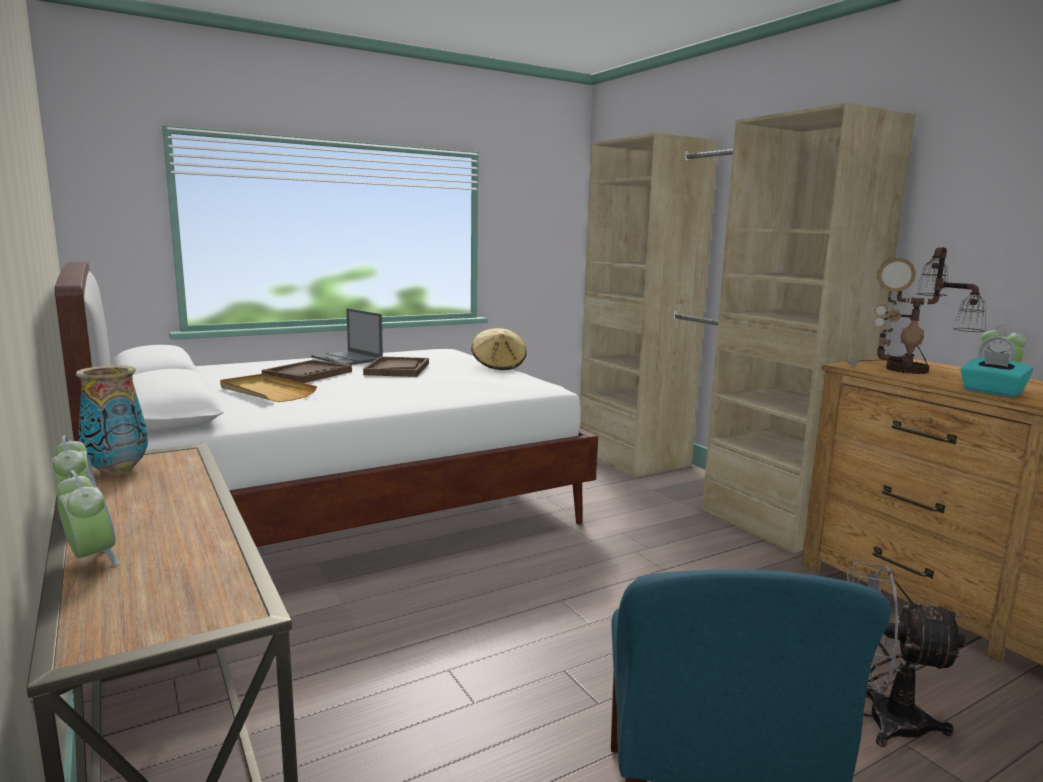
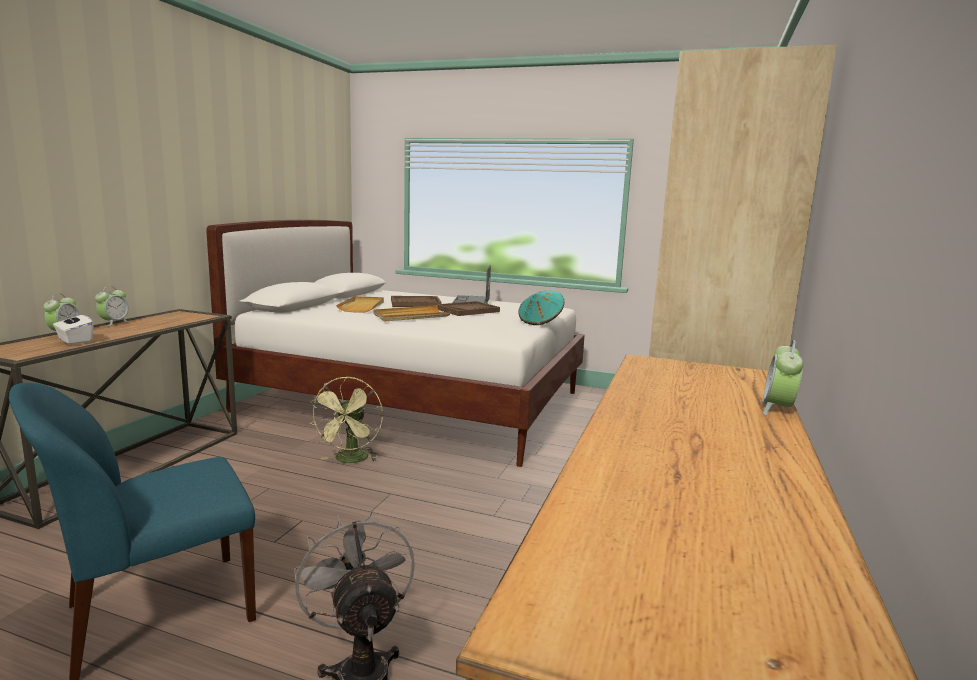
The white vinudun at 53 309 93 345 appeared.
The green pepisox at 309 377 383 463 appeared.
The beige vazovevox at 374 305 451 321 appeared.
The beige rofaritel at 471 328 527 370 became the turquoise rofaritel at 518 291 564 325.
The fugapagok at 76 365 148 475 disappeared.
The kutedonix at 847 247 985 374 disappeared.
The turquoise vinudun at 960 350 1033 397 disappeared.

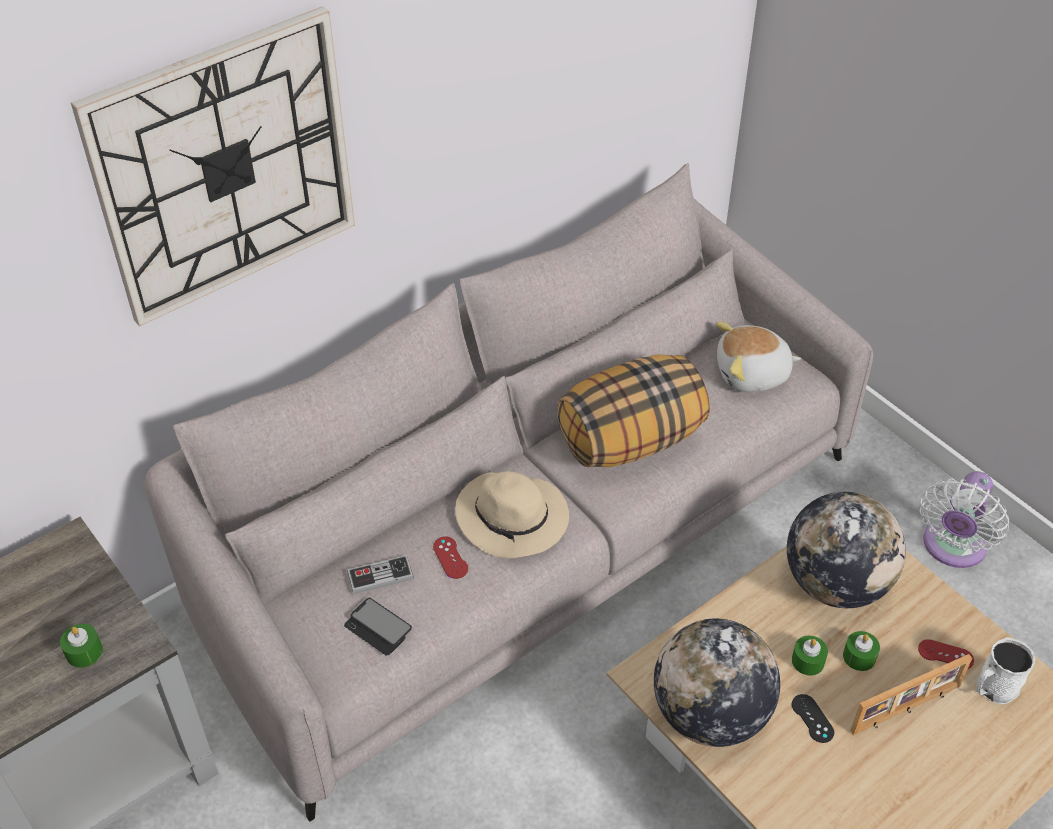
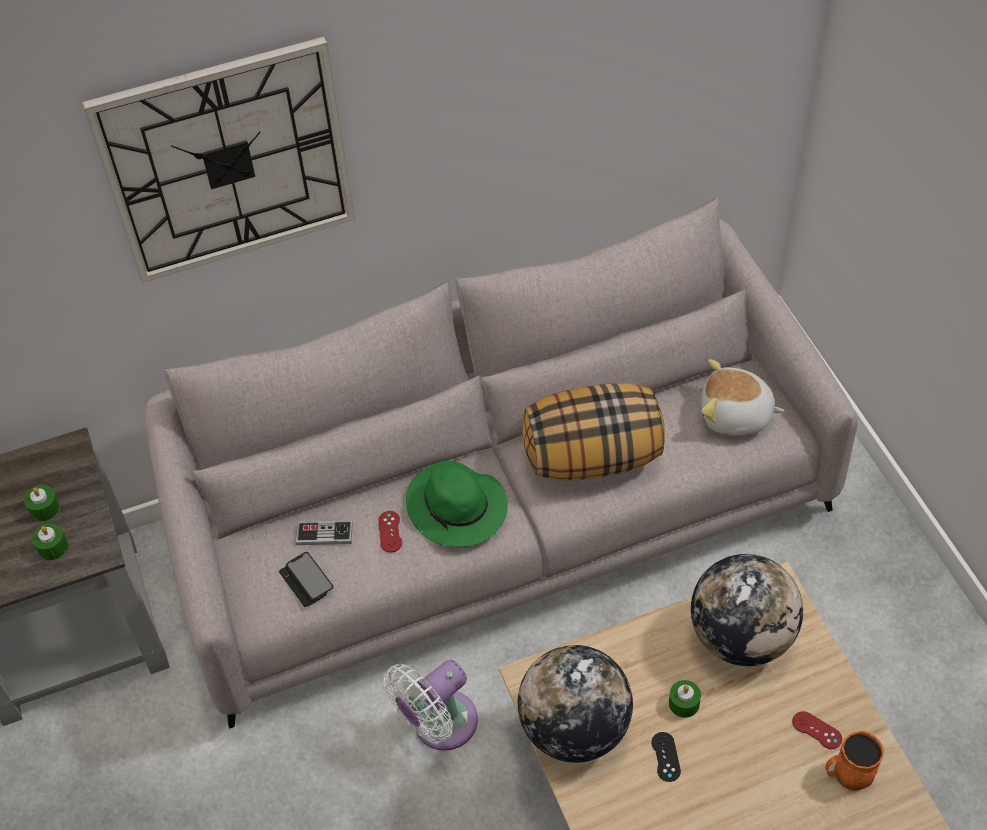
The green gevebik moved from 843 631 880 671 to 24 485 60 521.
The white pepisox moved from 920 471 1009 568 to 384 660 478 751.
The beige rofaritel at 455 471 569 558 became the green rofaritel at 406 461 508 547.
The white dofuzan at 976 637 1035 705 became the orange dofuzan at 825 731 884 791.
The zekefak at 850 654 972 735 disappeared.

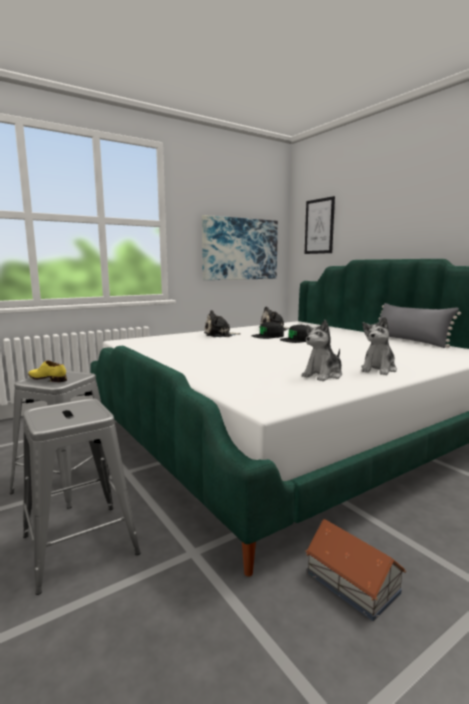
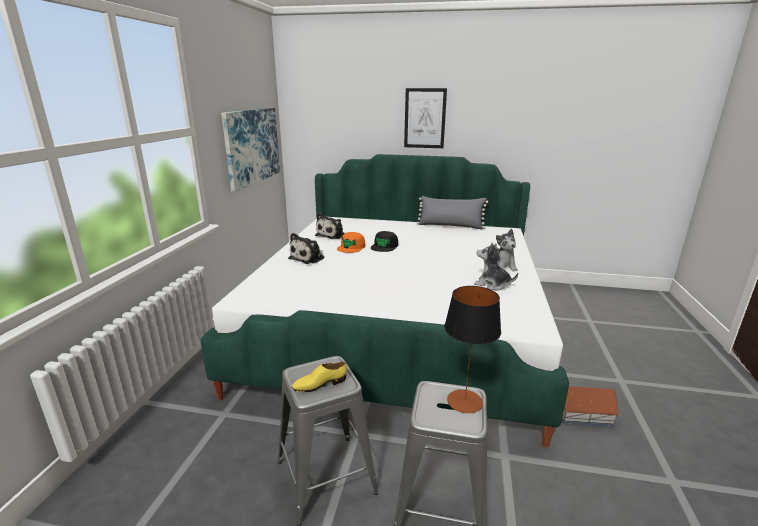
The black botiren at 252 322 284 339 became the orange botiren at 337 232 365 253.
The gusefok moved from 305 196 335 254 to 404 88 447 148.
The kutedonix at 444 286 501 413 appeared.
The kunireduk at 301 320 342 381 turned 120 degrees clockwise.

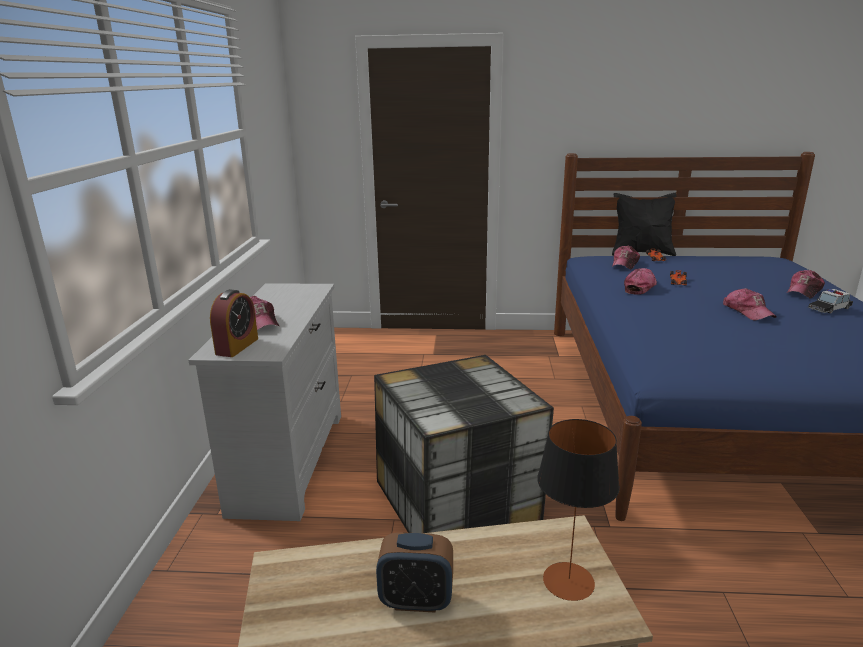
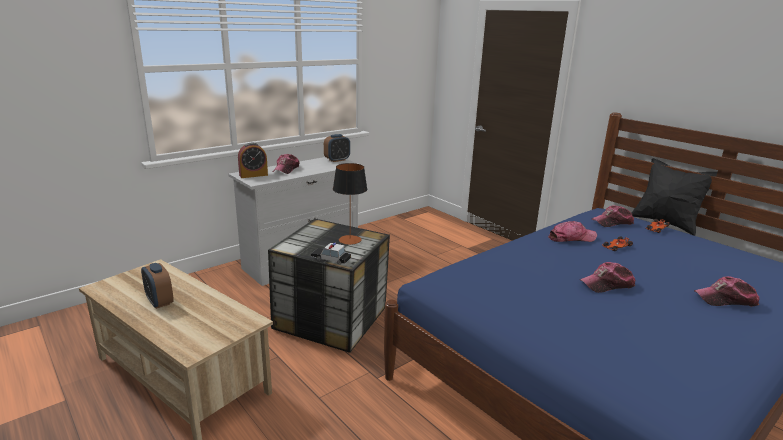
The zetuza moved from 808 289 853 314 to 310 242 351 265.
The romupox at 324 134 350 162 appeared.
The kutedonix moved from 537 419 620 601 to 333 163 367 245.
The botiren at 723 288 777 321 turned 45 degrees clockwise.

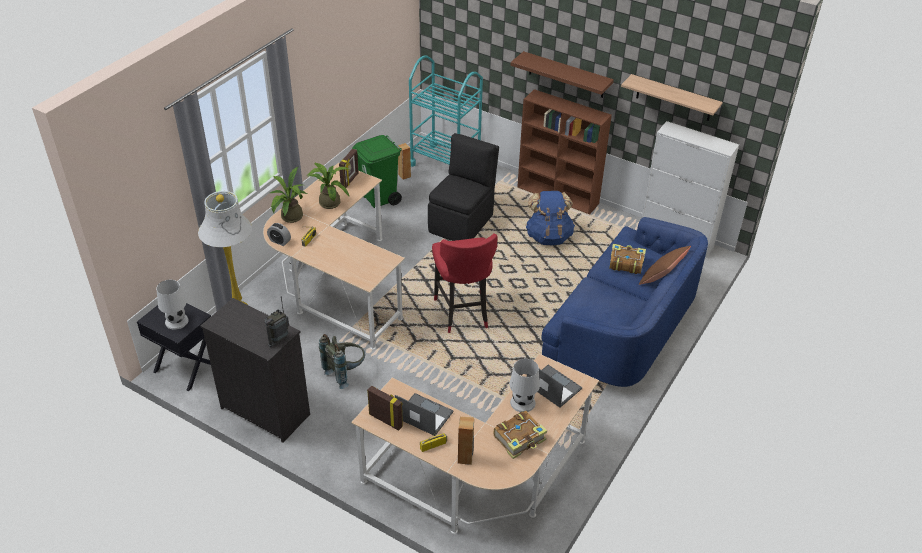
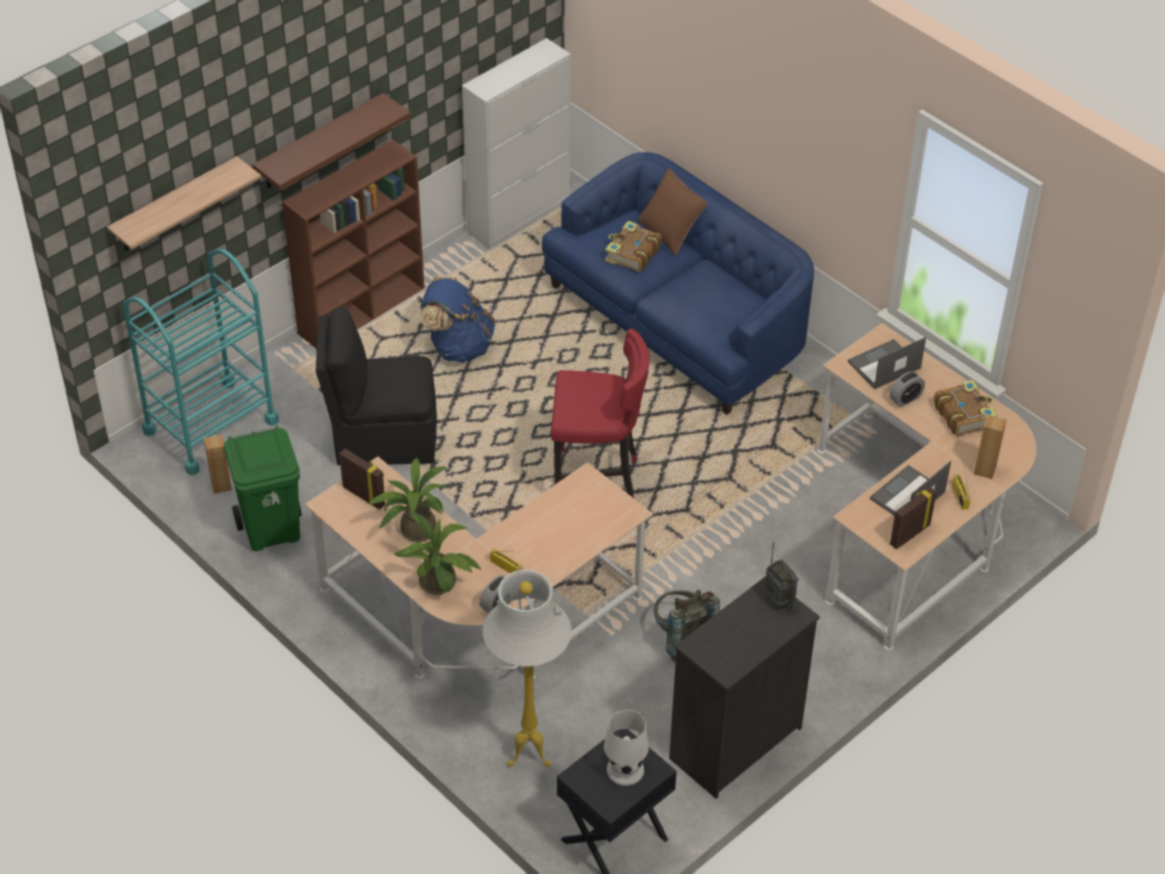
The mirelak moved from 621 74 723 121 to 107 156 261 251.
The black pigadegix at 428 133 499 241 turned 45 degrees counterclockwise.
The white kutedonix at 509 359 540 412 was replaced by the romupox at 889 372 925 407.

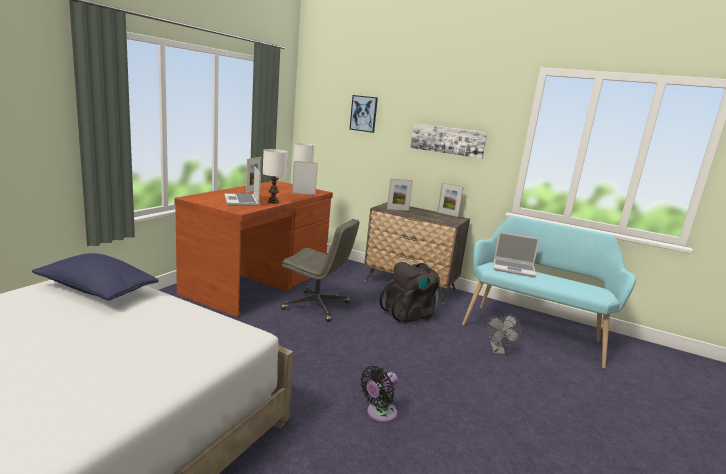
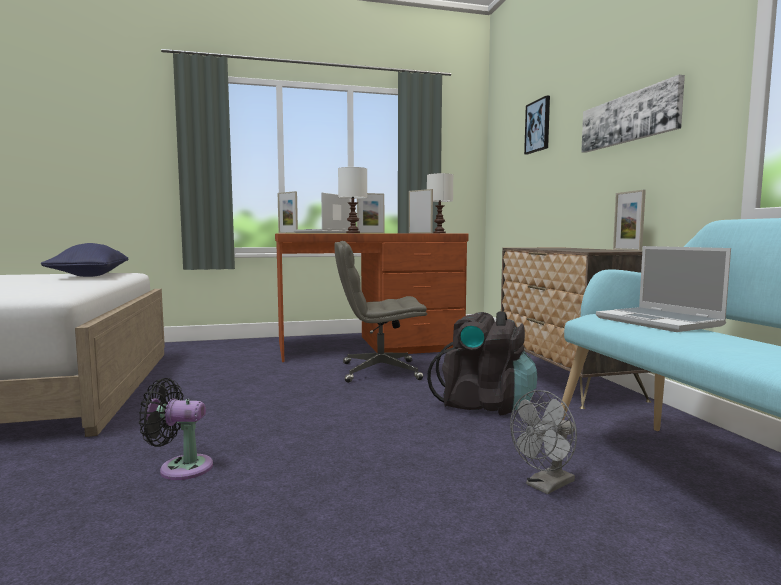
The zekefak moved from 387 178 413 211 to 278 191 298 233.
The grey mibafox at 281 219 359 322 turned 105 degrees clockwise.

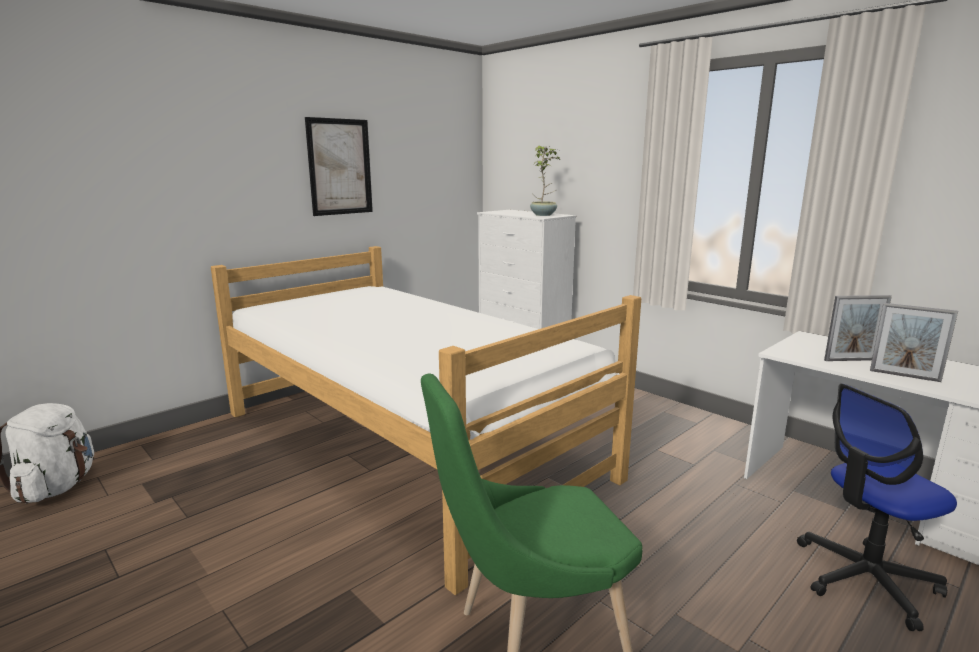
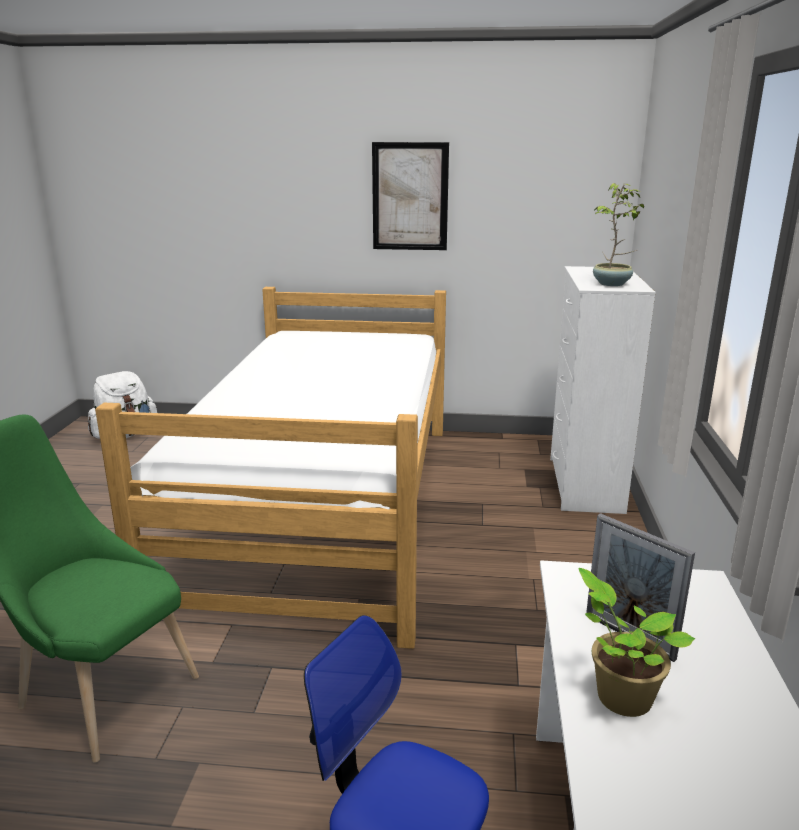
The zekefak at 870 303 958 382 was replaced by the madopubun at 579 568 695 717.

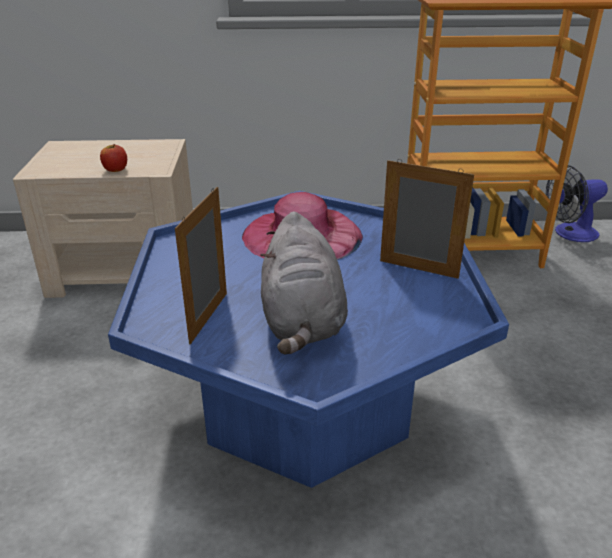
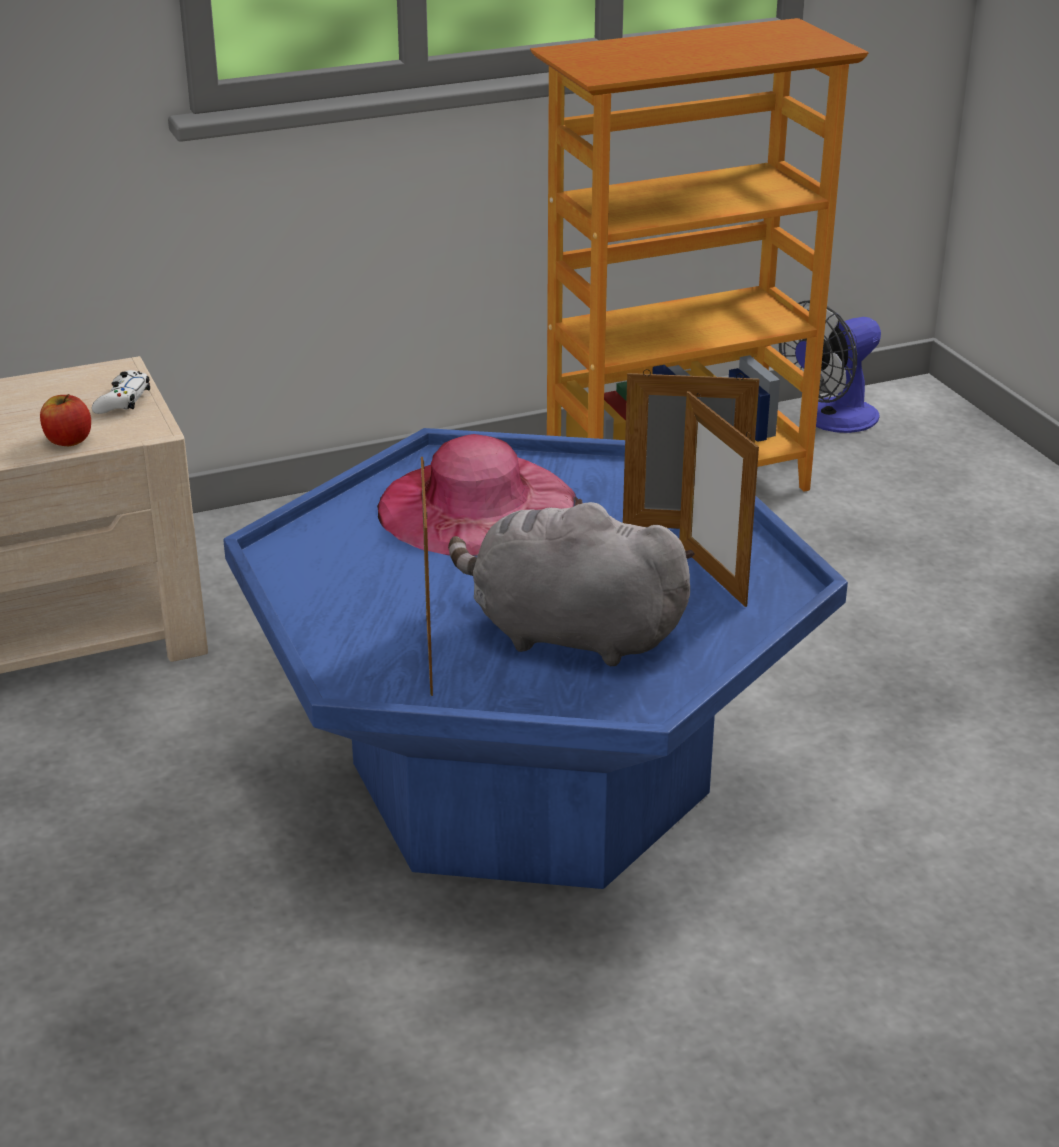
The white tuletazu at 92 370 150 414 appeared.
The grey kunireduk at 260 211 348 355 turned 135 degrees clockwise.
The zekefak at 679 391 759 607 appeared.

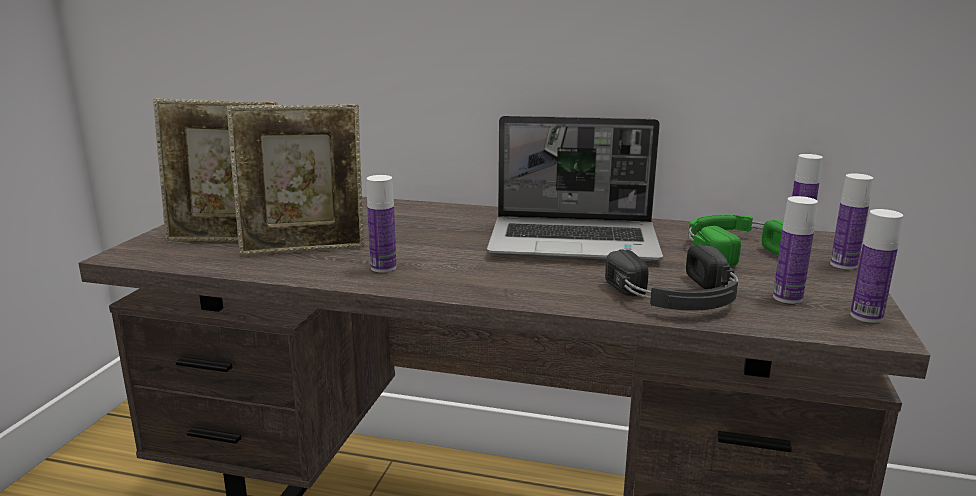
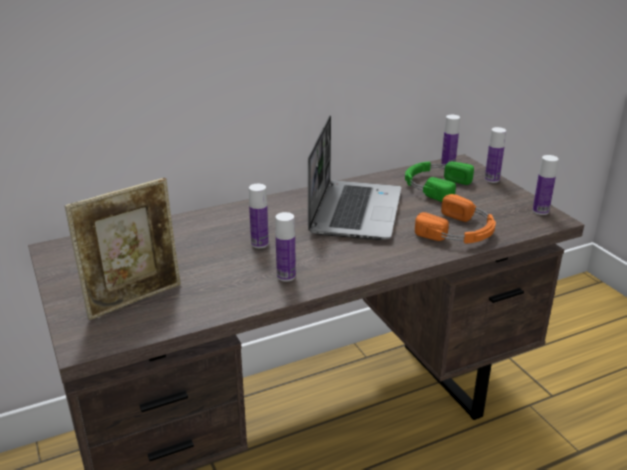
The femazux moved from 773 196 818 304 to 249 184 269 248.
The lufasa at 487 116 663 261 turned 45 degrees counterclockwise.
The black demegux at 605 245 739 311 became the orange demegux at 415 194 496 244.
The zekefak at 227 105 365 256 disappeared.

